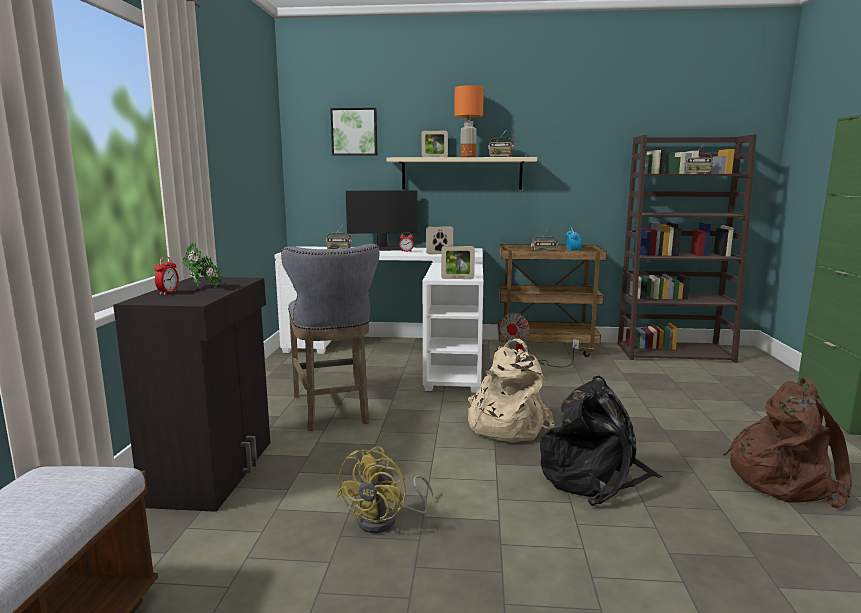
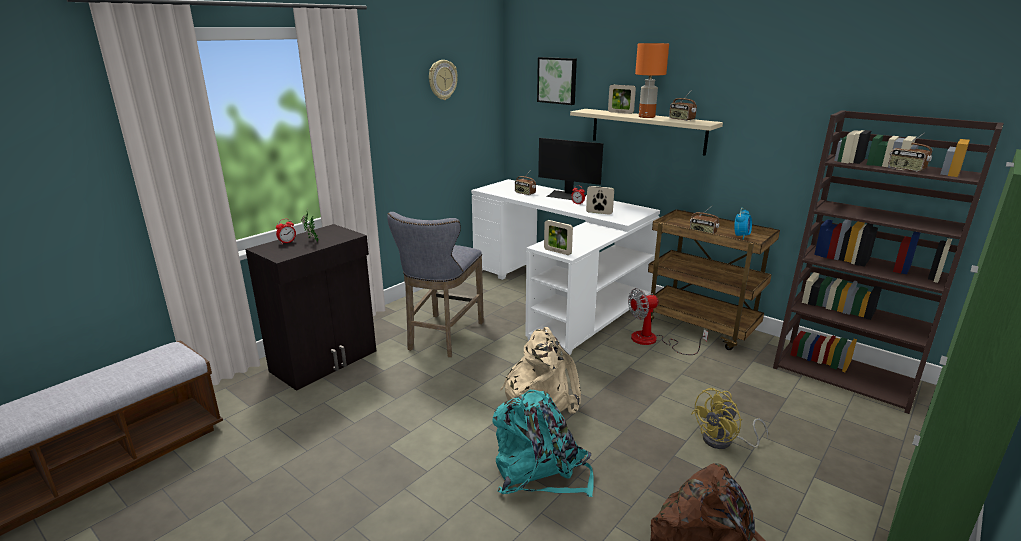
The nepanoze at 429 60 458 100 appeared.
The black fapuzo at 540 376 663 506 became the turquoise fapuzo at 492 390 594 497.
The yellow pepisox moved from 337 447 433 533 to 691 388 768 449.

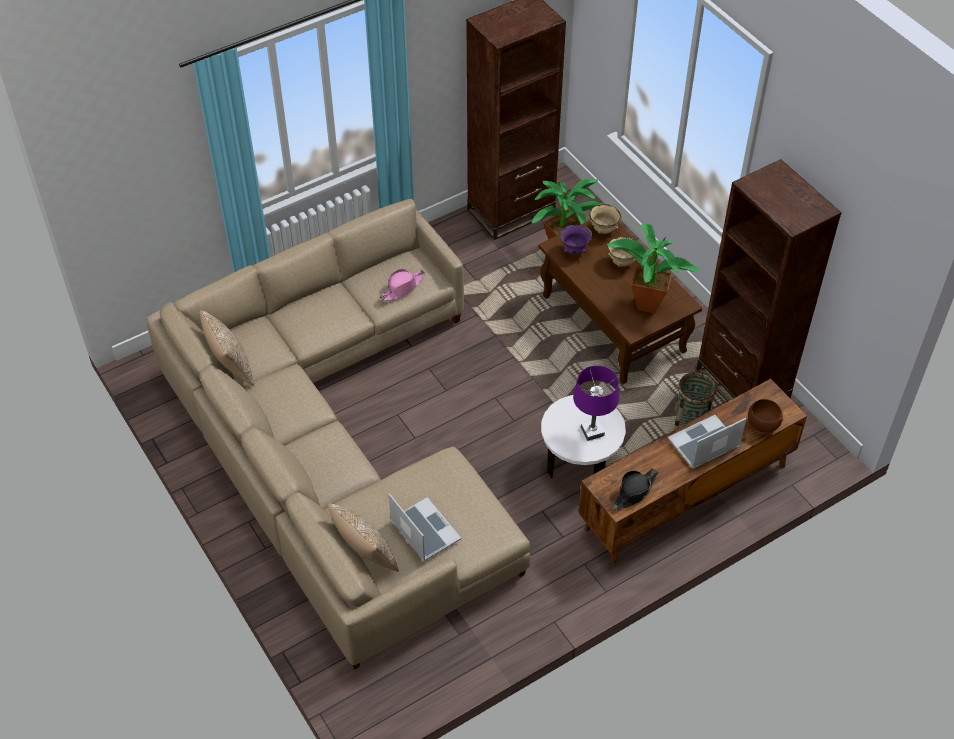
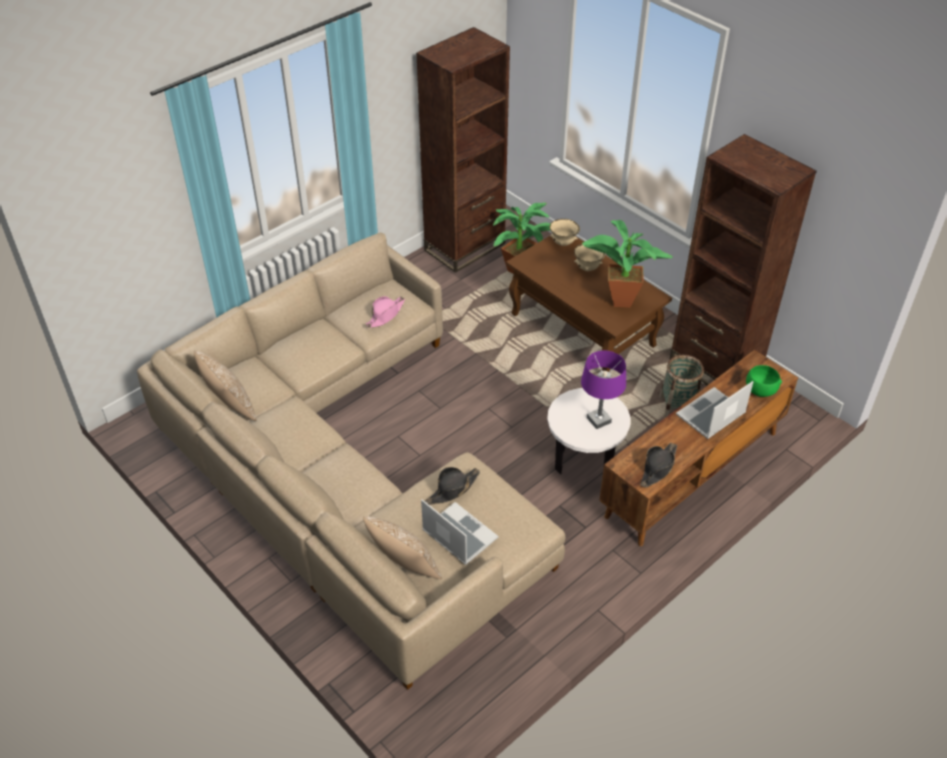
The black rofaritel at 425 467 480 505 appeared.
The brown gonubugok at 748 399 783 433 became the green gonubugok at 746 365 782 397.
The purple gonubugok at 560 225 593 255 disappeared.

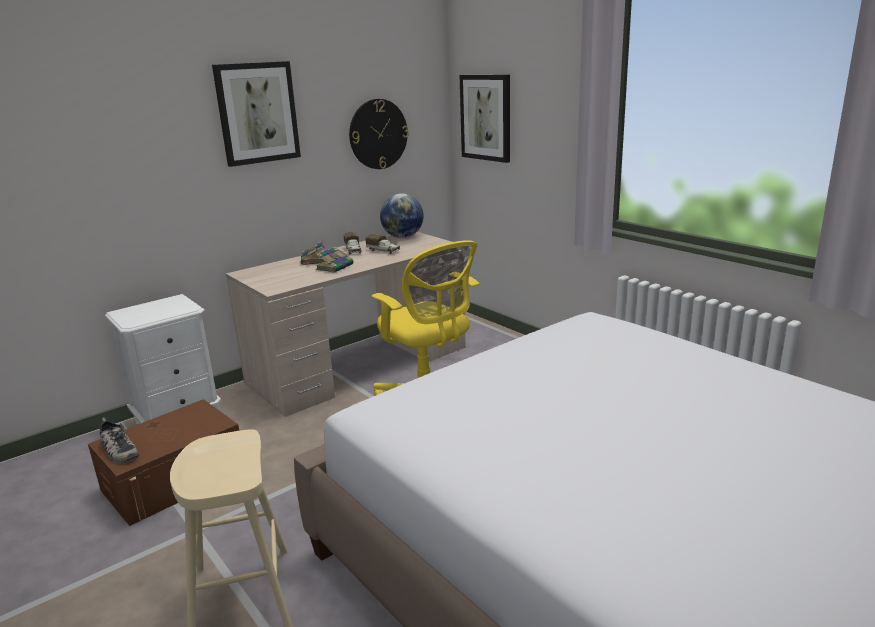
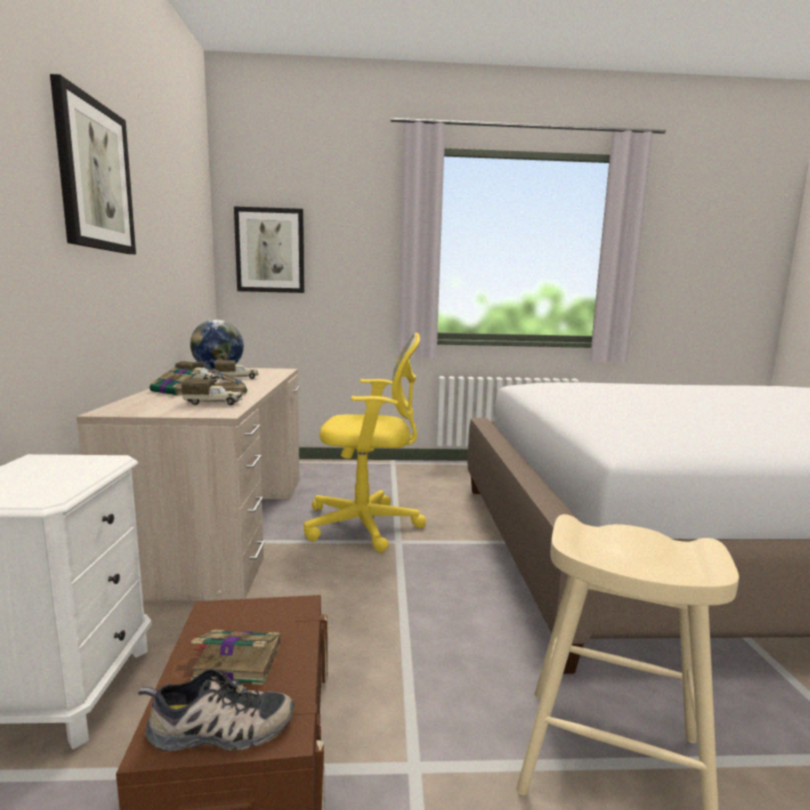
The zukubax at 182 379 242 405 appeared.
The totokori at 191 630 280 685 appeared.
The nepanoze at 349 99 409 169 disappeared.

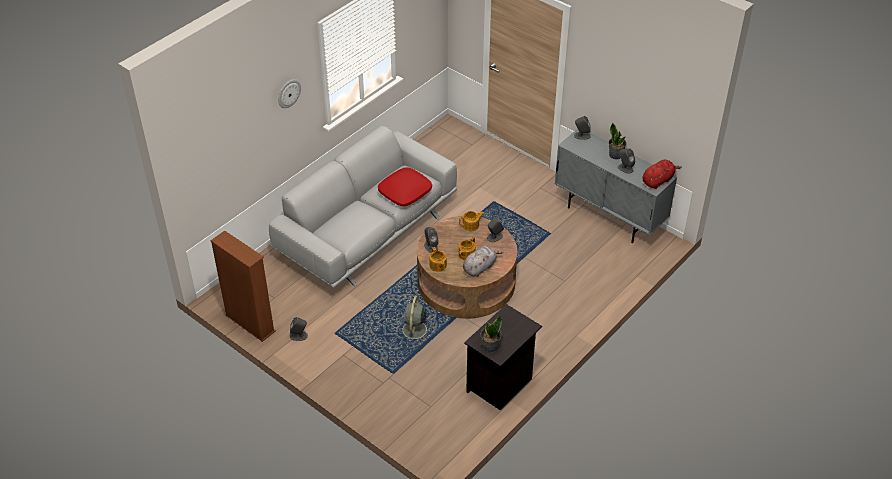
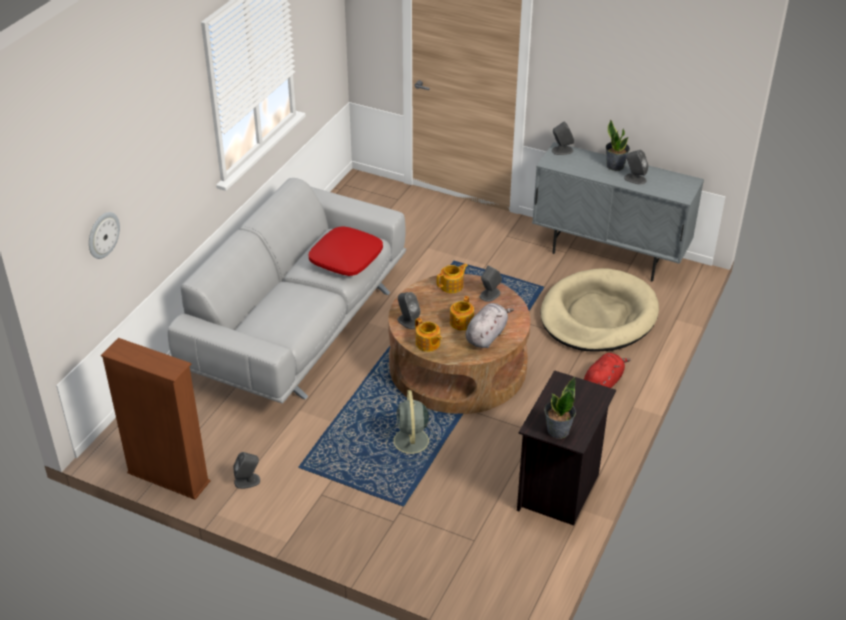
The nepanoze moved from 278 79 301 108 to 89 212 120 259.
The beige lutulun at 540 268 659 352 appeared.
The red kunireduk moved from 642 159 682 189 to 584 353 631 388.

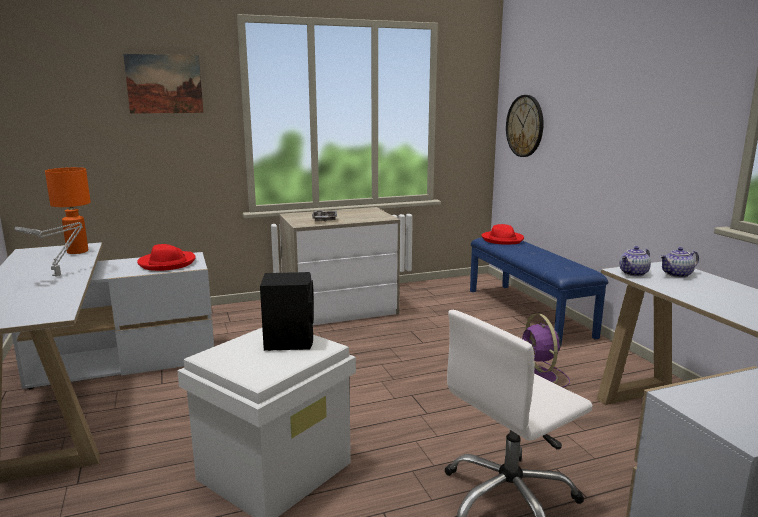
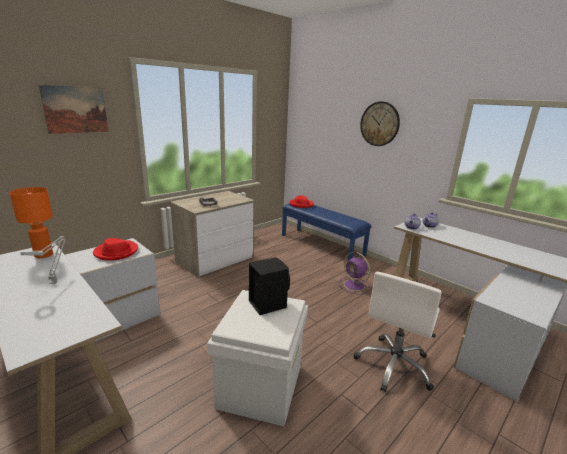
The nepanoze moved from 506 95 544 157 to 360 101 400 146.

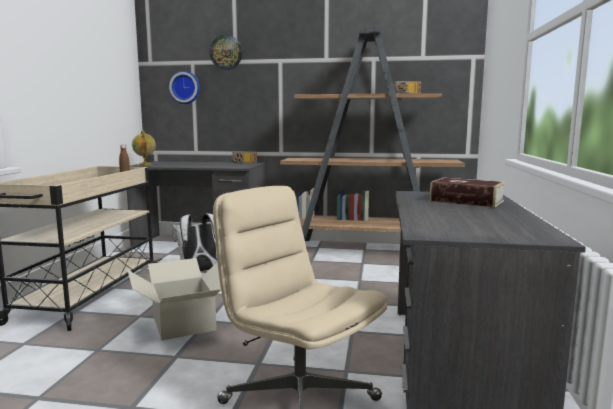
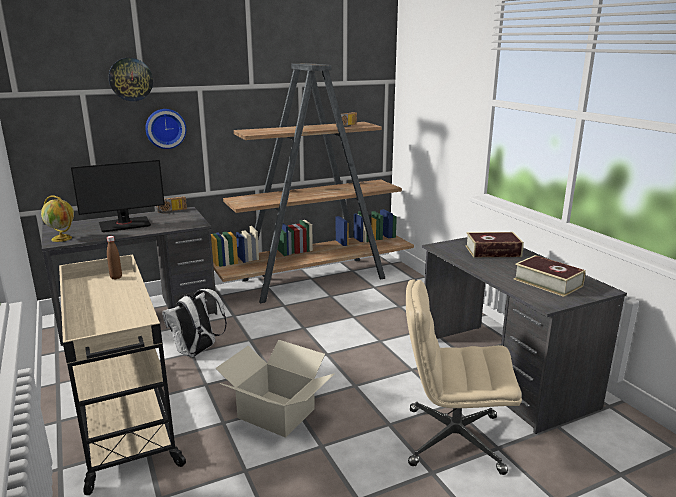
The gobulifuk at 71 160 165 232 appeared.
The nepanoze moved from 169 71 200 104 to 145 109 186 149.
The totokori at 514 255 586 297 appeared.

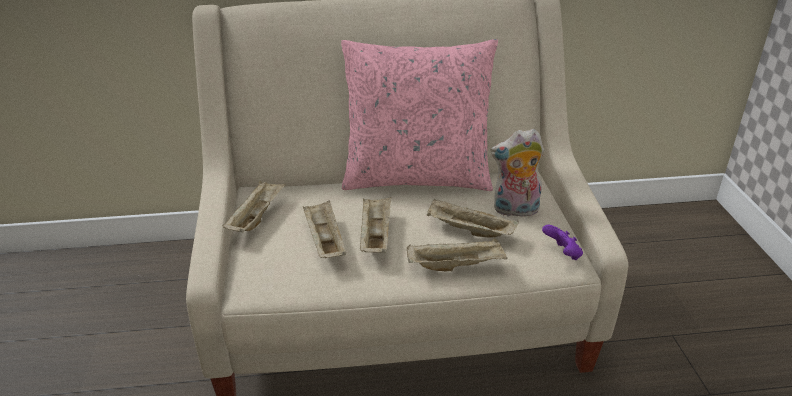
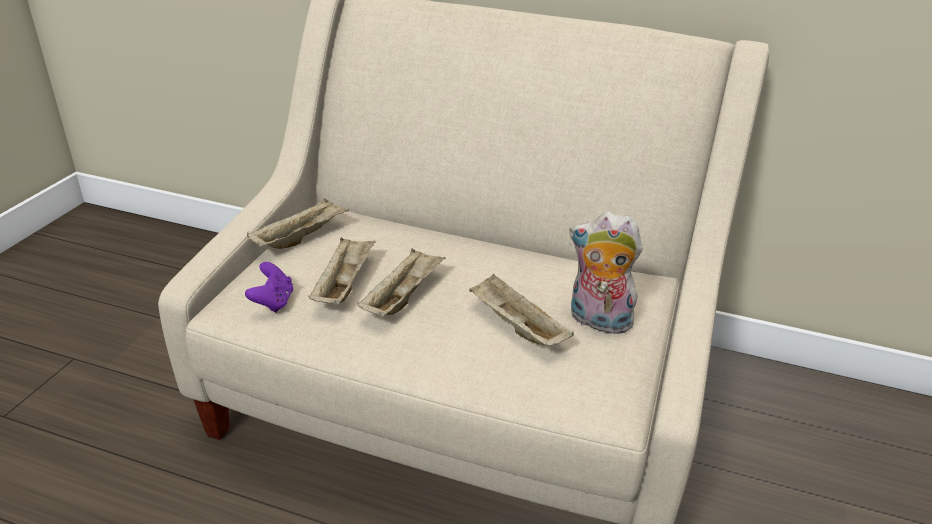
The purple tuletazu moved from 542 225 583 260 to 245 262 293 313.
The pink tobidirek at 341 39 498 191 disappeared.
The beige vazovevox at 407 238 508 271 disappeared.

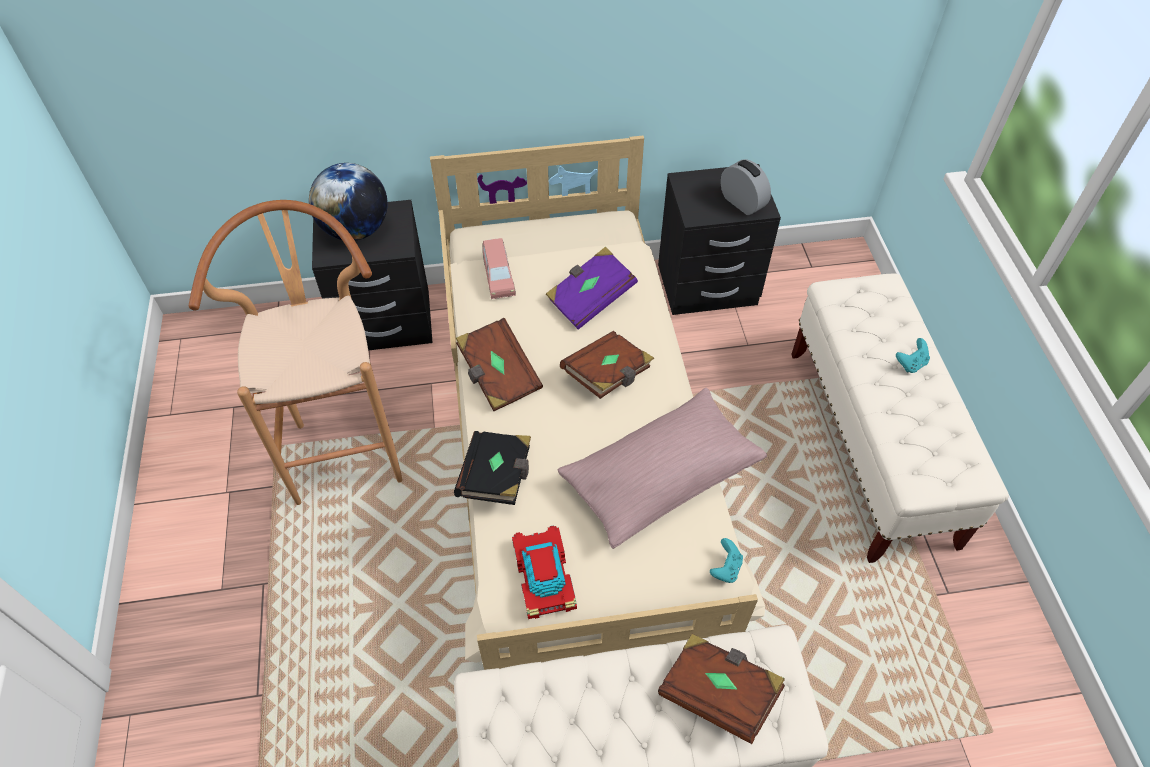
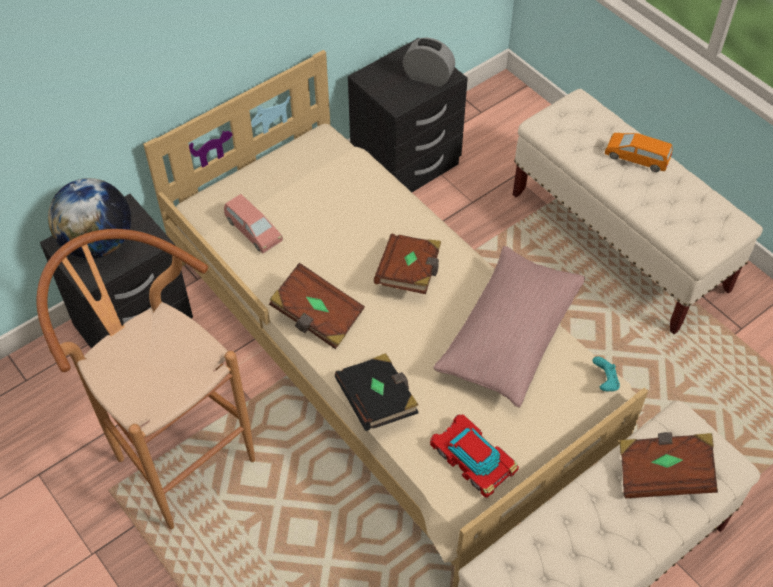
The turquoise tuletazu at 896 338 930 373 was replaced by the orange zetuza at 605 133 673 172.
The purple totokori at 546 247 638 330 disappeared.

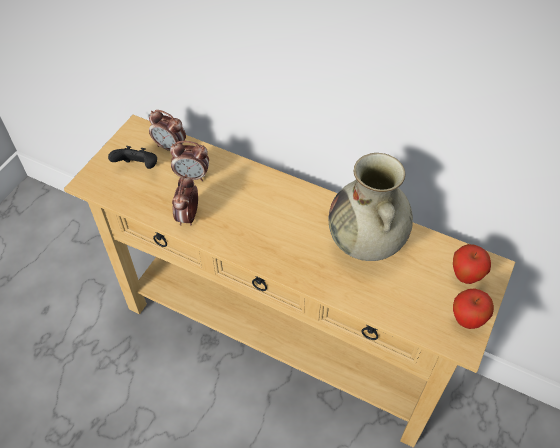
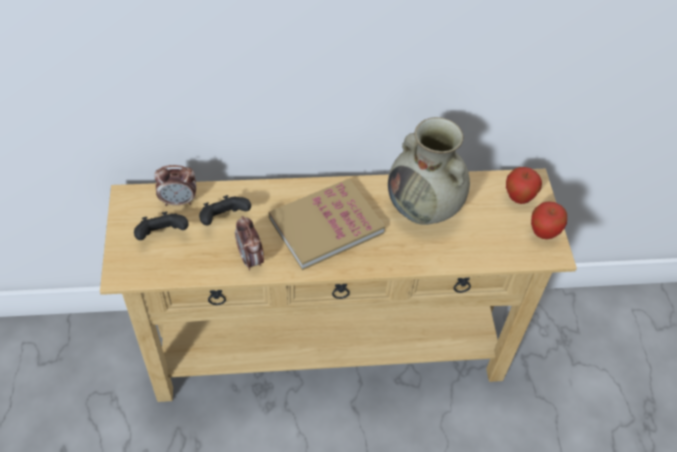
The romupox at 170 141 209 181 was replaced by the black tuletazu at 199 195 251 225.
The totokori at 269 179 385 270 appeared.

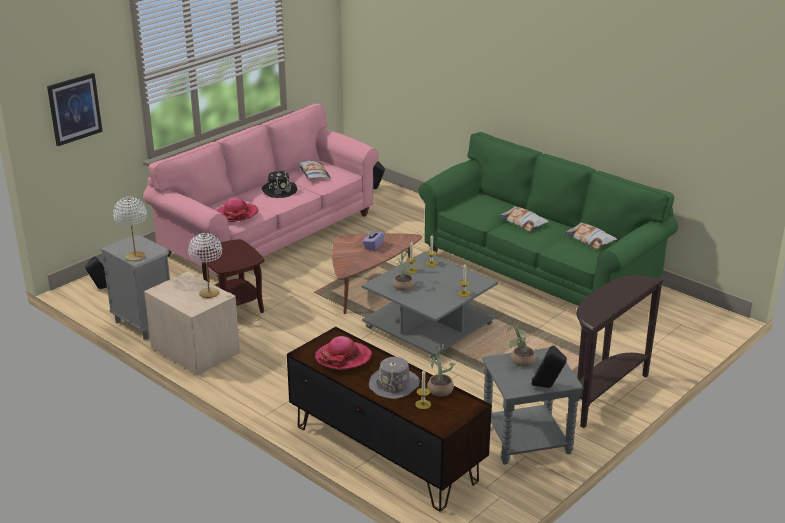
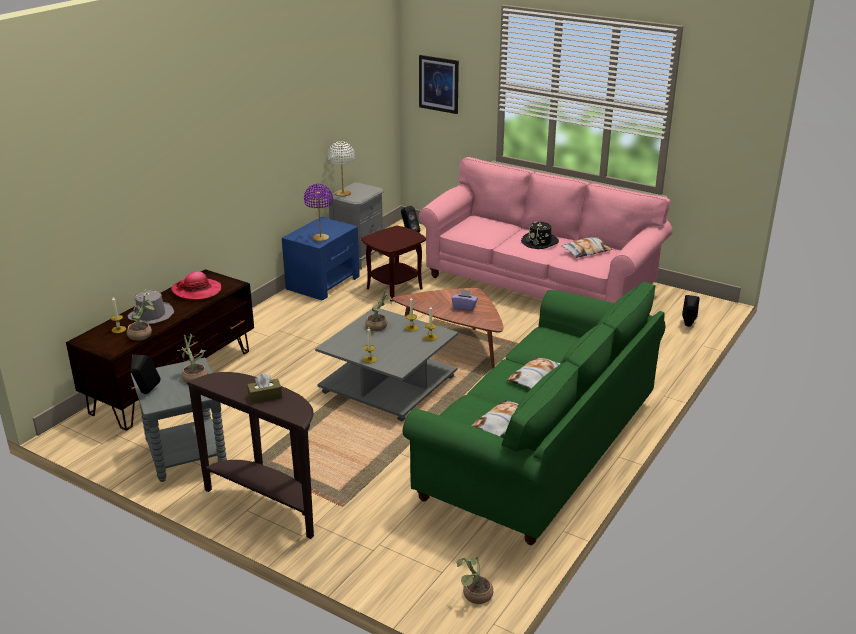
The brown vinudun at 247 373 282 404 appeared.
The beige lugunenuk at 144 271 240 375 became the blue lugunenuk at 282 217 360 301.
The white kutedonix at 188 233 222 298 became the purple kutedonix at 304 184 333 241.
The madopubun at 457 557 493 604 appeared.
The rofaritel at 216 198 258 222 disappeared.

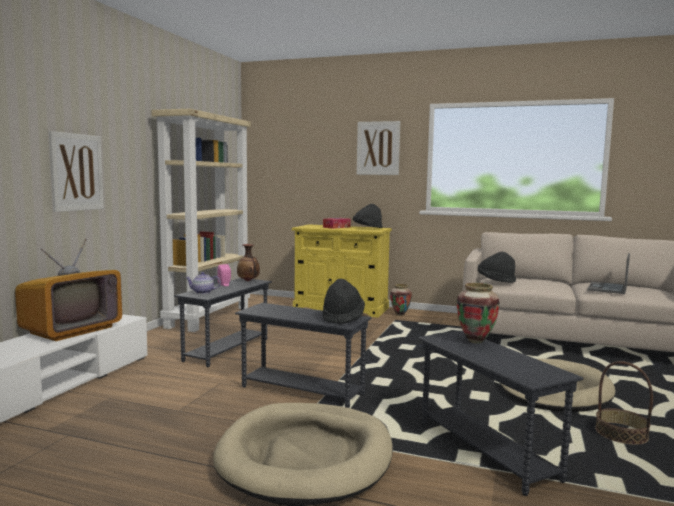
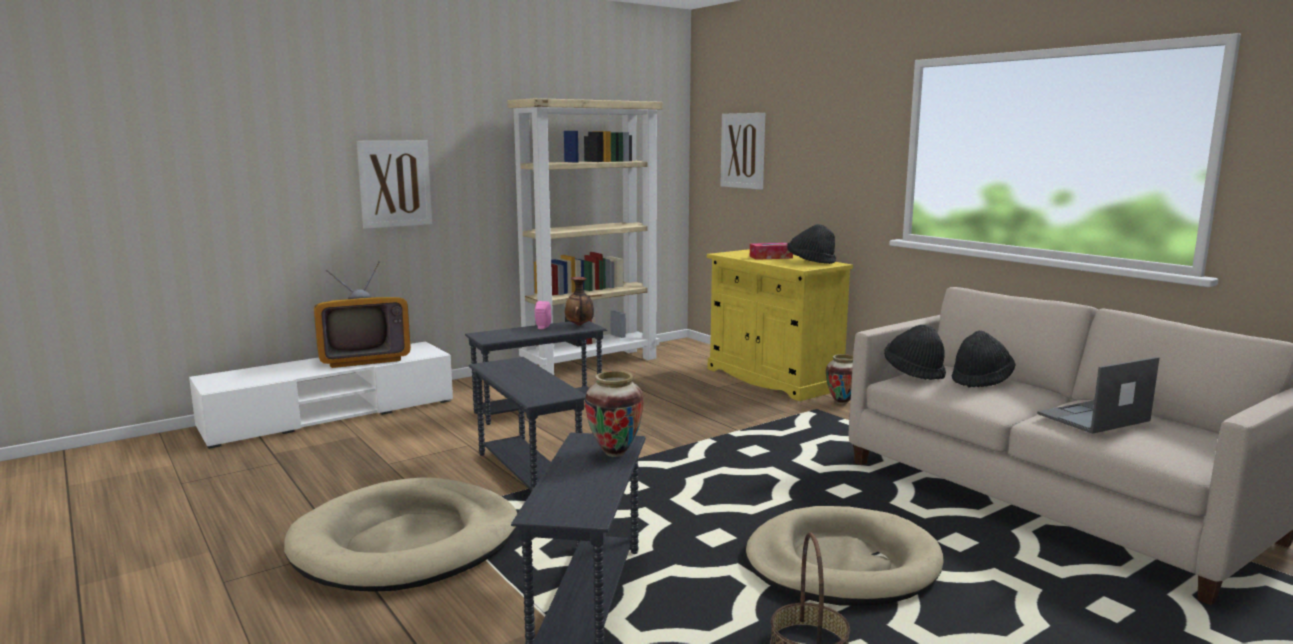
The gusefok moved from 357 121 400 175 to 720 113 765 190.
The black rofaritel moved from 323 278 365 325 to 952 331 1016 388.
The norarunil at 185 272 221 294 disappeared.

